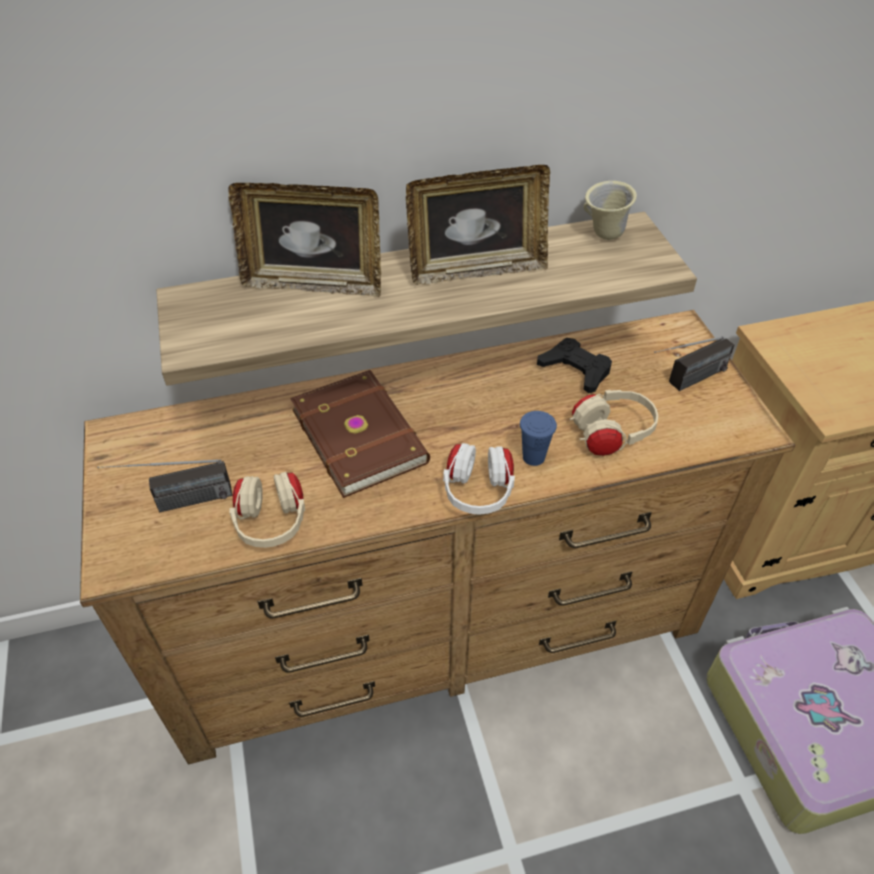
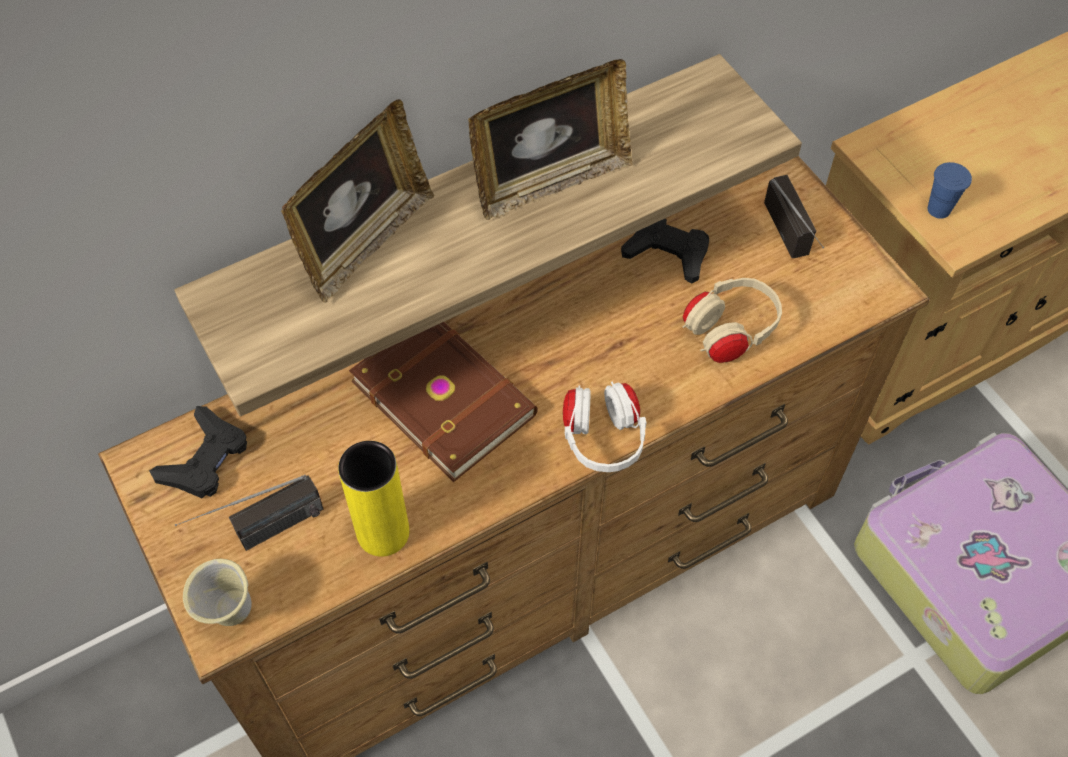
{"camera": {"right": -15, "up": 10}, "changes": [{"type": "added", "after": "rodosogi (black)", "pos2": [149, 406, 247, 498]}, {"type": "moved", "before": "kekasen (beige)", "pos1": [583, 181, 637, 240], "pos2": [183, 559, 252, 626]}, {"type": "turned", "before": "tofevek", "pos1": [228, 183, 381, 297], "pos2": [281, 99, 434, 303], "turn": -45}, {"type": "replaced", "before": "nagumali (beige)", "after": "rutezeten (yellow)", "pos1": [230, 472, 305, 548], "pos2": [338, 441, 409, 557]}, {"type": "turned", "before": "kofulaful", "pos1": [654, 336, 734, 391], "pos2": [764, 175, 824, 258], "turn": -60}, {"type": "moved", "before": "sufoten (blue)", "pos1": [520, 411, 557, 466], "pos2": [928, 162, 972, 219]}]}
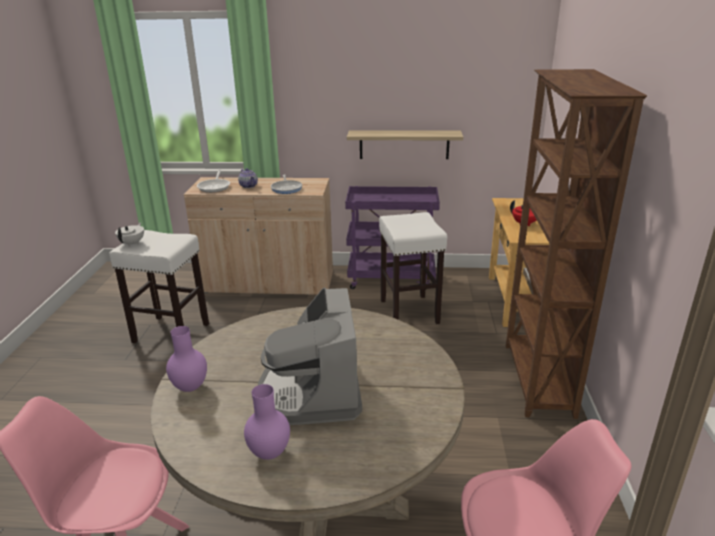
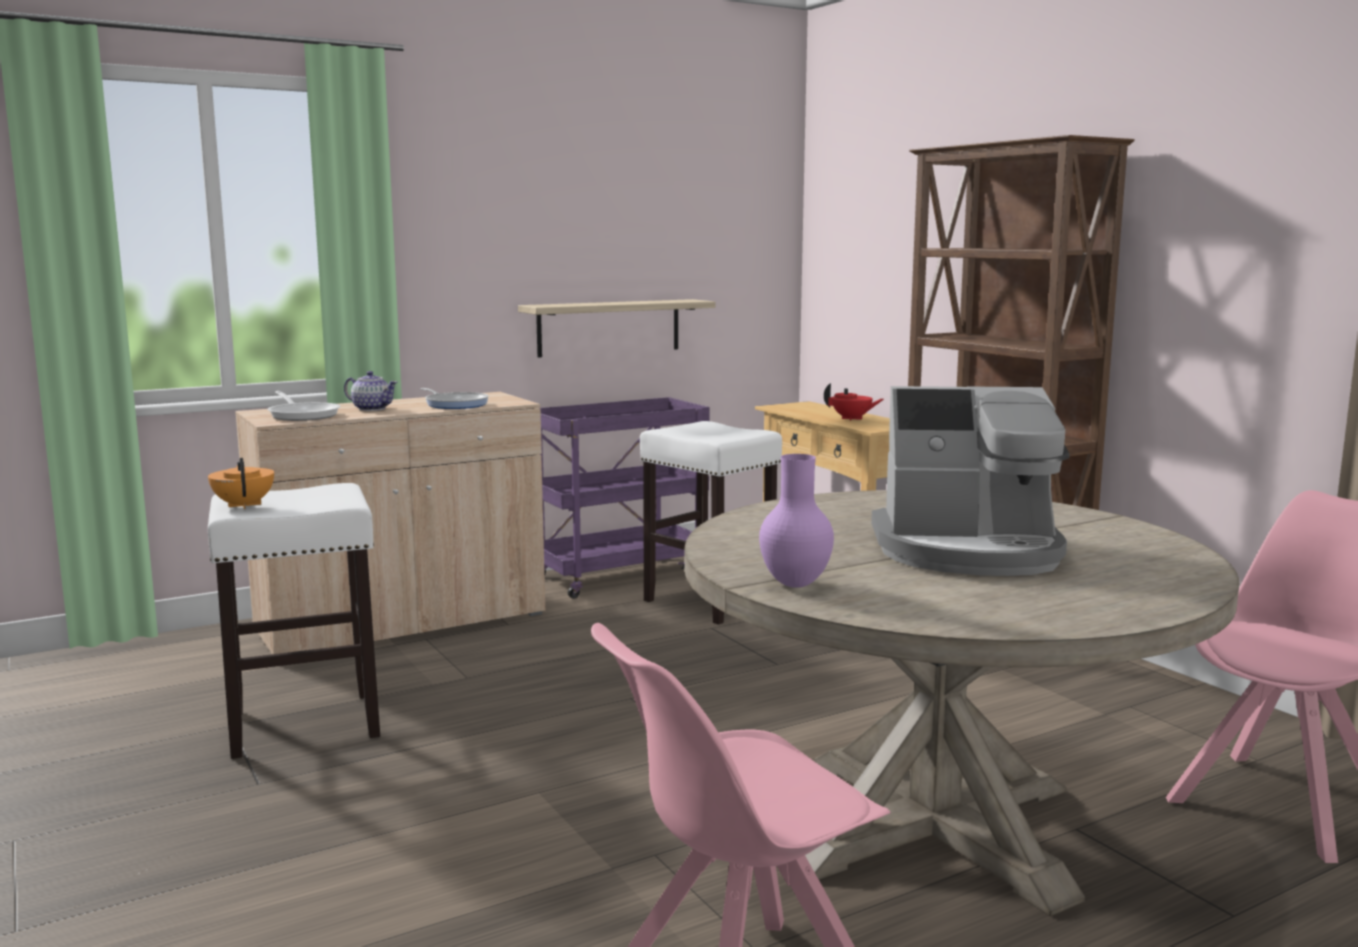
{"camera": {"right": -35, "up": -15}, "changes": [{"type": "recoloured", "before": "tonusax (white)", "after": "tonusax (orange)", "pos1": [115, 223, 144, 246], "pos2": [208, 458, 274, 509]}, {"type": "turned", "before": "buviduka", "pos1": [258, 288, 362, 425], "pos2": [871, 386, 1070, 576], "turn": -45}, {"type": "removed", "before": "rutezeten (purple)", "pos1": [244, 384, 290, 460]}]}
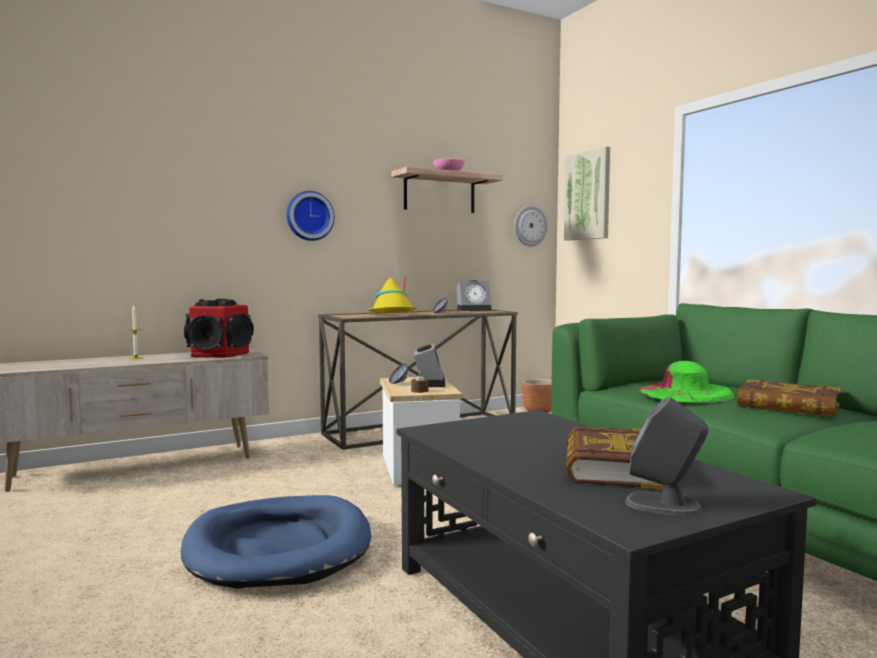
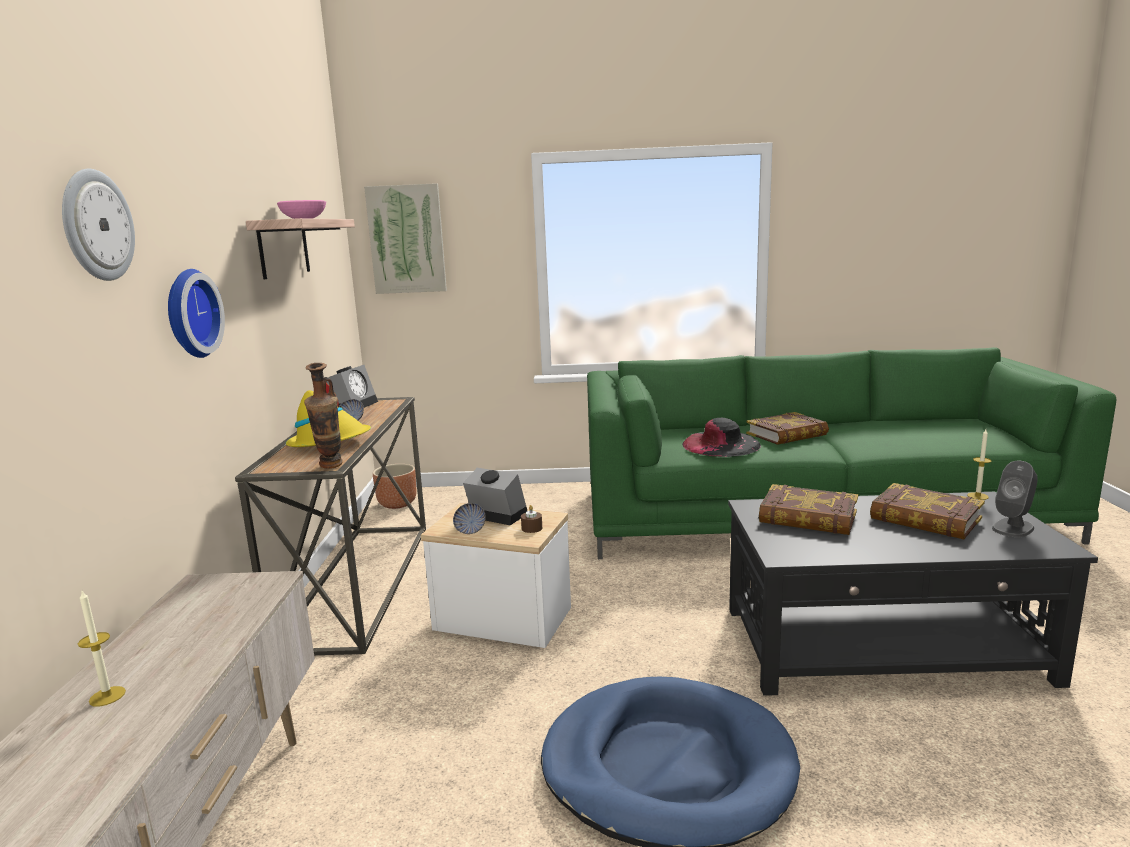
{"camera": {"right": -60, "up": 10}, "changes": [{"type": "moved", "before": "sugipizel", "pos1": [514, 205, 548, 247], "pos2": [62, 169, 135, 281]}, {"type": "added", "after": "rutezeten", "pos2": [304, 363, 343, 469]}, {"type": "recoloured", "before": "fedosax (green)", "after": "fedosax (black)", "pos1": [639, 361, 735, 403], "pos2": [682, 418, 761, 457]}, {"type": "added", "after": "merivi", "pos2": [759, 484, 858, 535]}, {"type": "added", "after": "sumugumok", "pos2": [967, 429, 992, 500]}, {"type": "removed", "before": "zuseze", "pos1": [184, 299, 254, 357]}]}
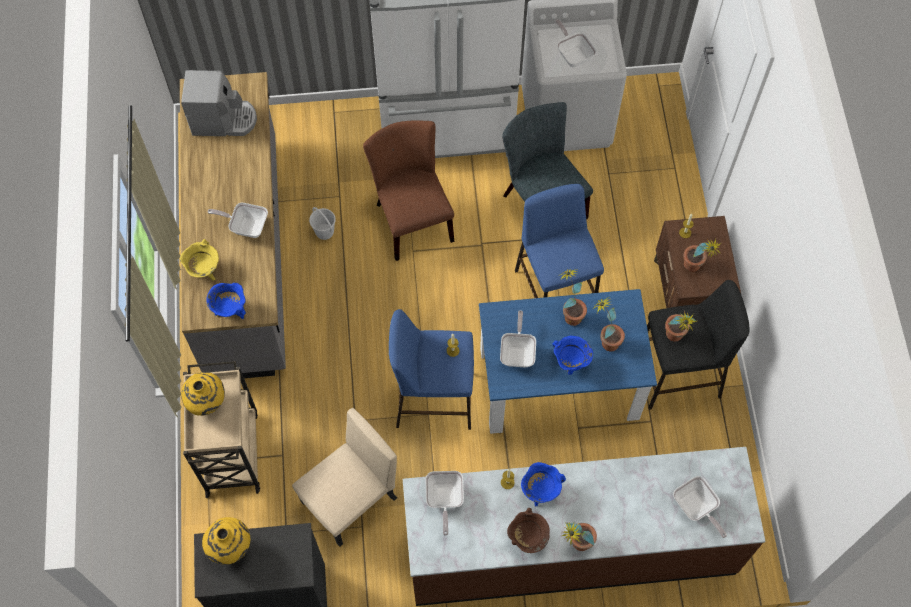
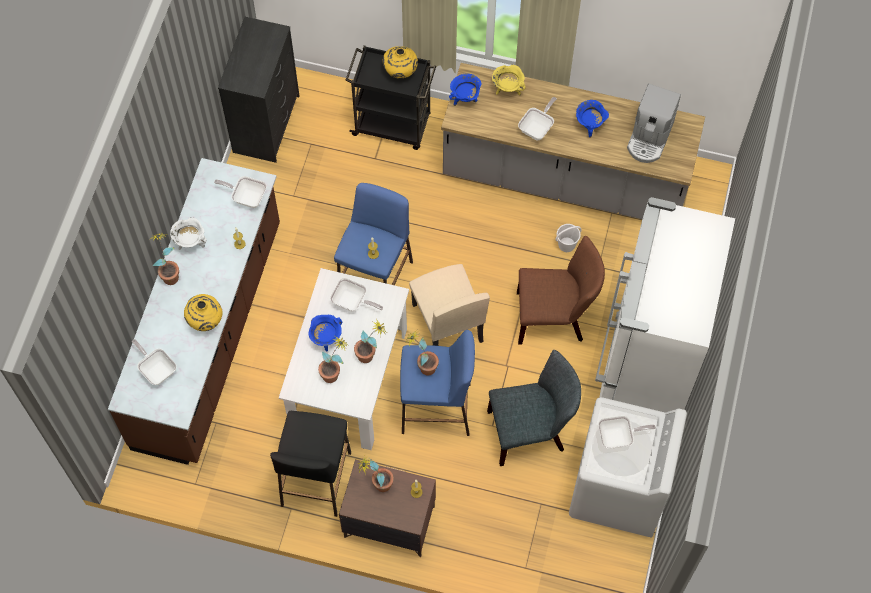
{"camera": {"right": 110, "up": 0}, "changes": [{"type": "turned", "before": "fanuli", "pos1": [673, 476, 727, 538], "pos2": [132, 339, 177, 385], "turn": 60}, {"type": "recoloured", "before": "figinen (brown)", "after": "figinen (white)", "pos1": [507, 508, 550, 553], "pos2": [170, 217, 207, 250]}, {"type": "moved", "before": "rutezeten (yellow)", "pos1": [202, 517, 250, 564], "pos2": [184, 294, 223, 331]}, {"type": "recoloured", "before": "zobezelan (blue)", "after": "zobezelan (white)", "pos1": [479, 289, 657, 434], "pos2": [279, 268, 409, 450]}, {"type": "recoloured", "before": "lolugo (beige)", "after": "lolugo (black)", "pos1": [183, 361, 260, 498], "pos2": [346, 46, 436, 150]}, {"type": "moved", "before": "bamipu", "pos1": [665, 310, 697, 341], "pos2": [404, 330, 439, 376]}, {"type": "moved", "before": "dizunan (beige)", "pos1": [292, 408, 397, 547], "pos2": [409, 264, 490, 346]}, {"type": "moved", "before": "figinen (blue)", "pos1": [521, 462, 566, 507], "pos2": [576, 100, 609, 138]}]}
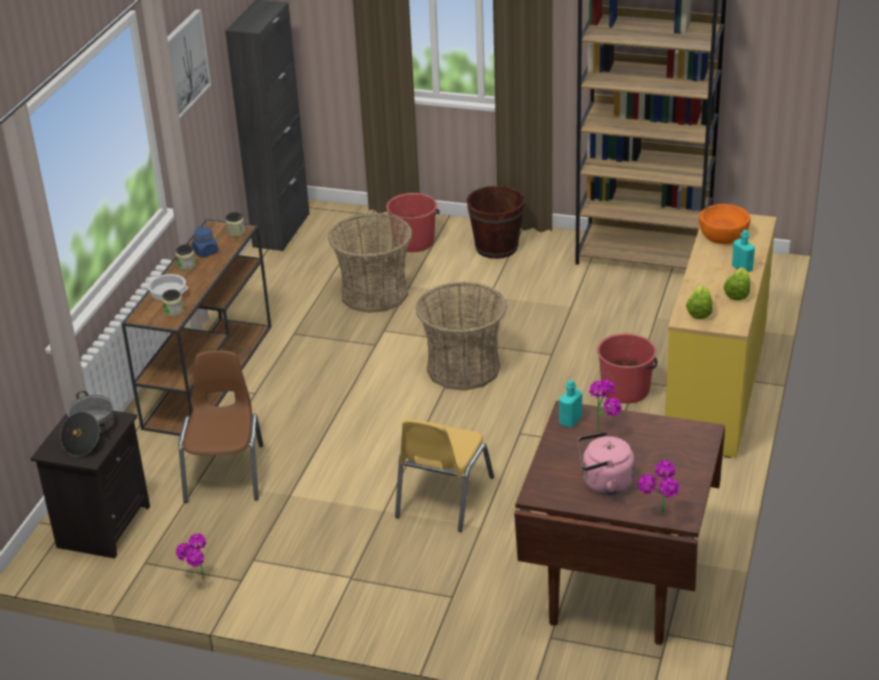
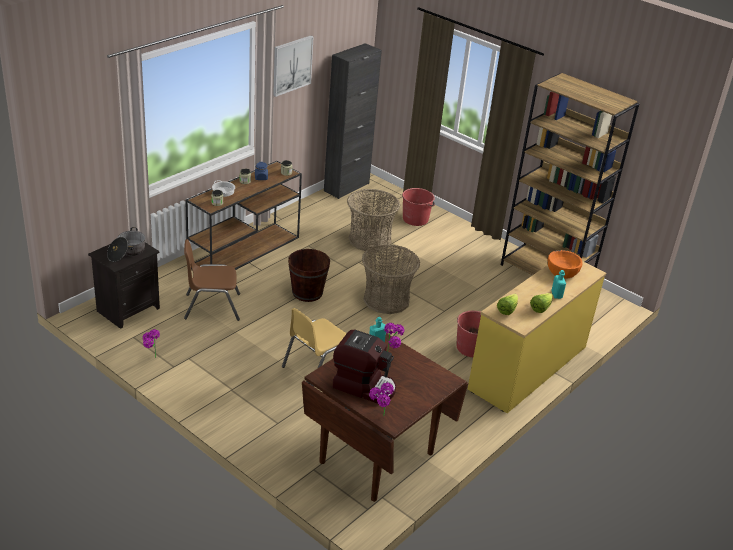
{"camera": {"right": 20, "up": 0}, "changes": [{"type": "turned", "before": "dizunan (brown)", "pos1": [179, 350, 263, 503], "pos2": [184, 239, 240, 321], "turn": -120}, {"type": "moved", "before": "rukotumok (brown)", "pos1": [466, 186, 525, 259], "pos2": [288, 249, 330, 302]}, {"type": "replaced", "before": "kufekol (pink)", "after": "buviduka", "pos1": [578, 432, 635, 495], "pos2": [333, 330, 396, 404]}]}
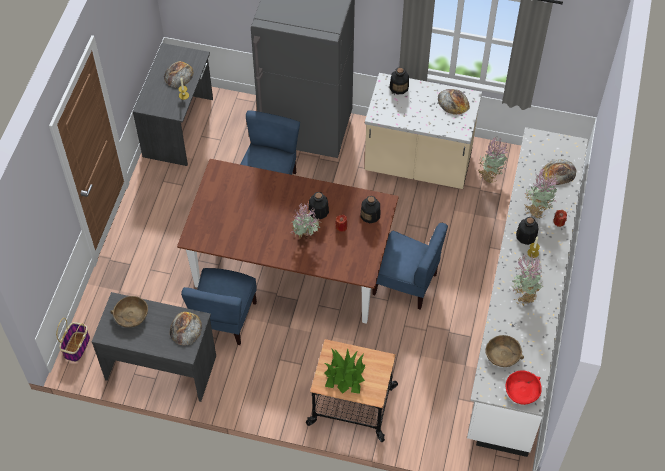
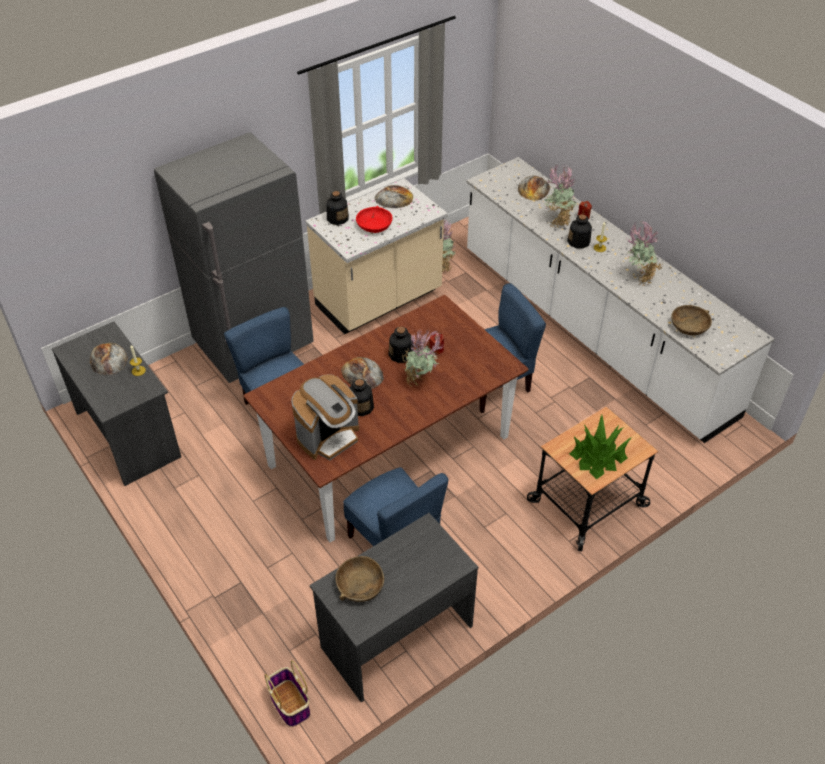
{"camera": {"right": -50, "up": -10}, "changes": [{"type": "added", "after": "buviduka", "pos2": [291, 375, 359, 460]}, {"type": "moved", "before": "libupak", "pos1": [170, 312, 202, 346], "pos2": [341, 357, 384, 389]}, {"type": "moved", "before": "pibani", "pos1": [360, 196, 380, 223], "pos2": [350, 379, 374, 416]}, {"type": "moved", "before": "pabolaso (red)", "pos1": [506, 370, 542, 405], "pos2": [356, 206, 393, 233]}]}
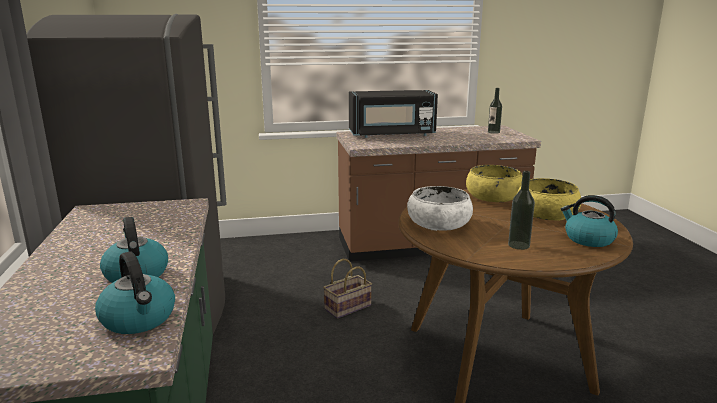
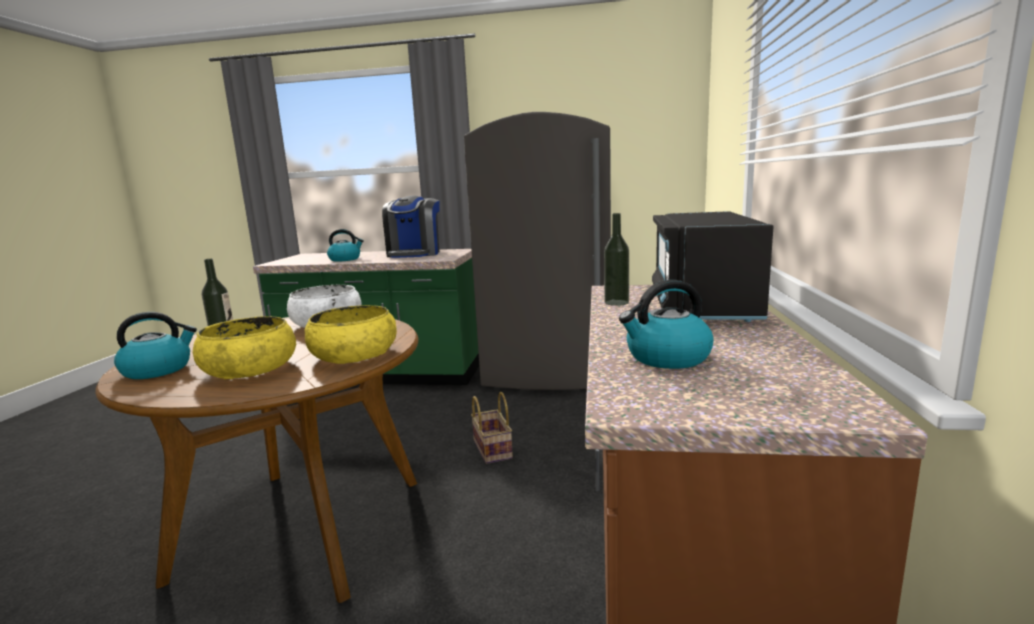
{"camera": {"right": 110, "up": -5}, "changes": [{"type": "added", "after": "buviduka", "pos2": [382, 196, 440, 258]}, {"type": "moved", "before": "pibani", "pos1": [488, 88, 502, 134], "pos2": [604, 213, 629, 306]}, {"type": "moved", "before": "kufekol", "pos1": [95, 251, 175, 334], "pos2": [619, 280, 713, 369]}]}
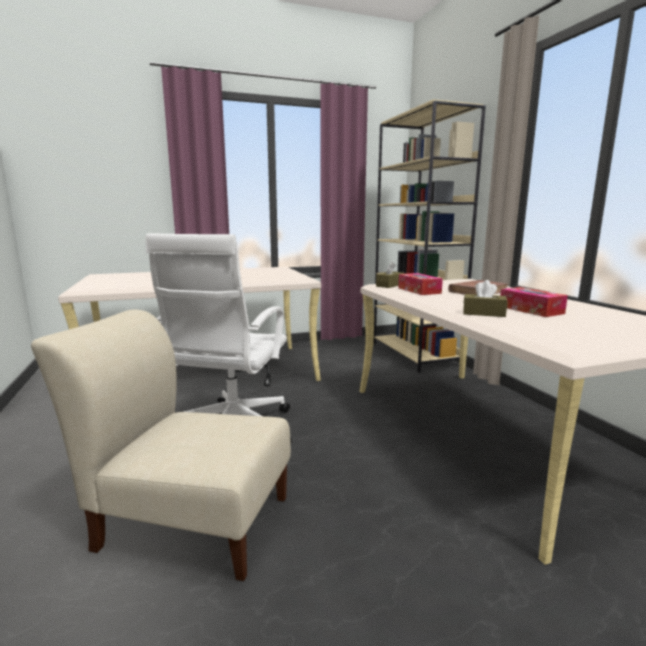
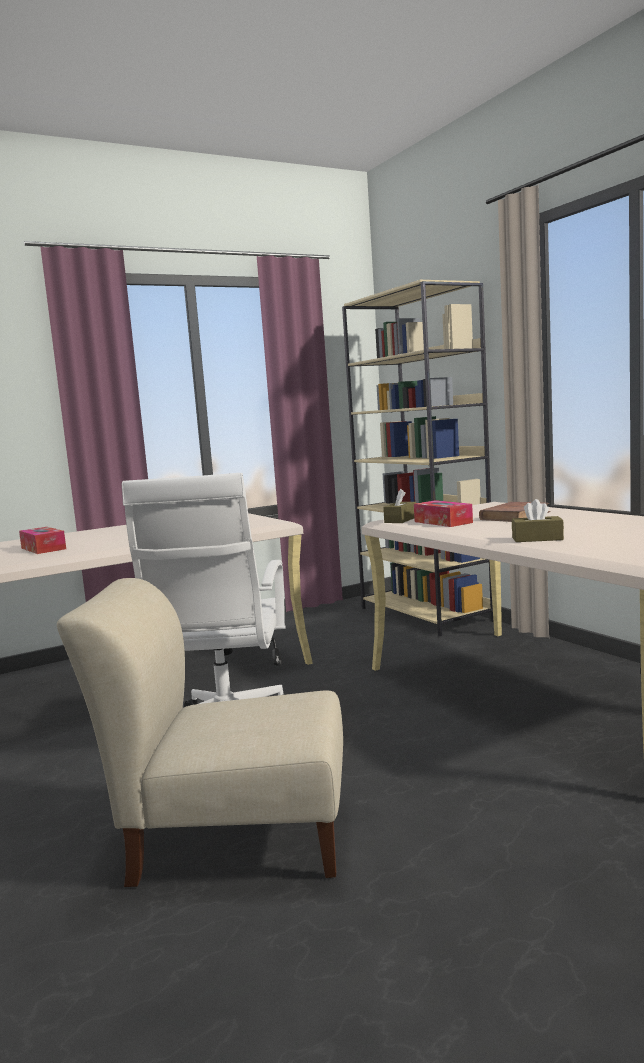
{"camera": {"right": -10, "up": -5}, "changes": [{"type": "moved", "before": "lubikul", "pos1": [500, 287, 568, 317], "pos2": [19, 527, 66, 554]}]}
